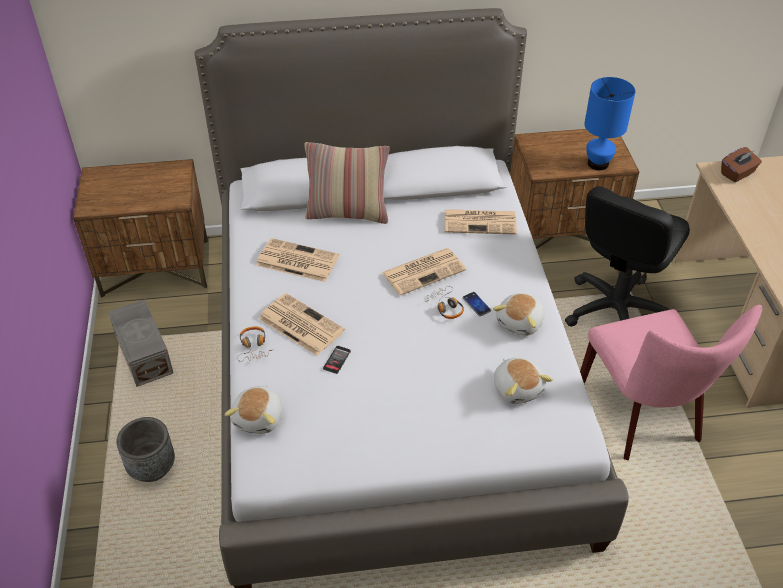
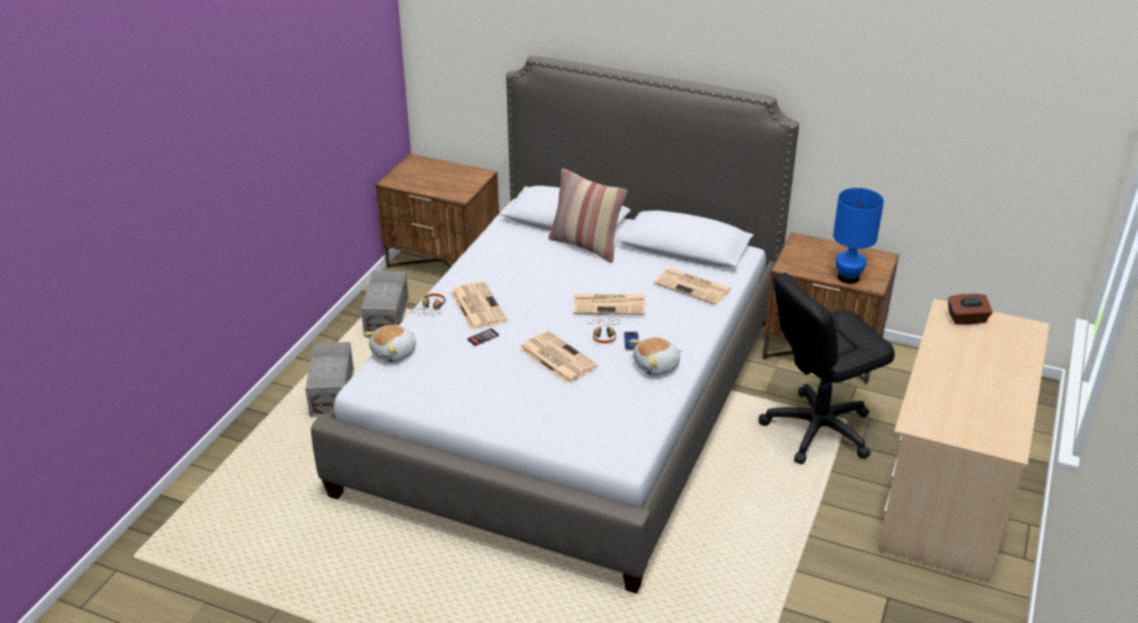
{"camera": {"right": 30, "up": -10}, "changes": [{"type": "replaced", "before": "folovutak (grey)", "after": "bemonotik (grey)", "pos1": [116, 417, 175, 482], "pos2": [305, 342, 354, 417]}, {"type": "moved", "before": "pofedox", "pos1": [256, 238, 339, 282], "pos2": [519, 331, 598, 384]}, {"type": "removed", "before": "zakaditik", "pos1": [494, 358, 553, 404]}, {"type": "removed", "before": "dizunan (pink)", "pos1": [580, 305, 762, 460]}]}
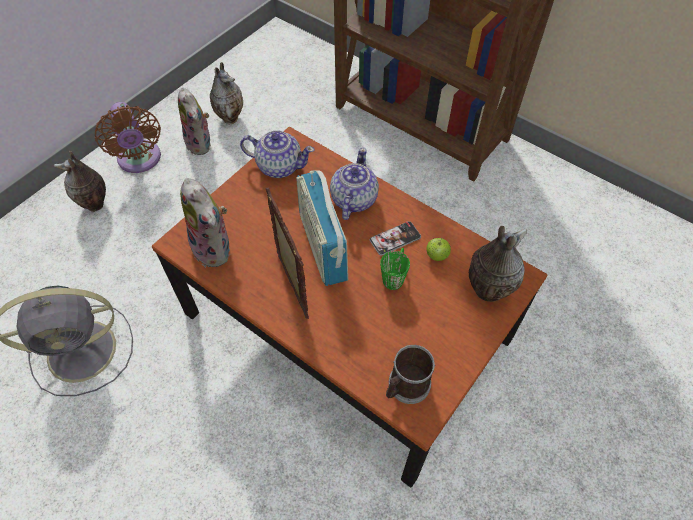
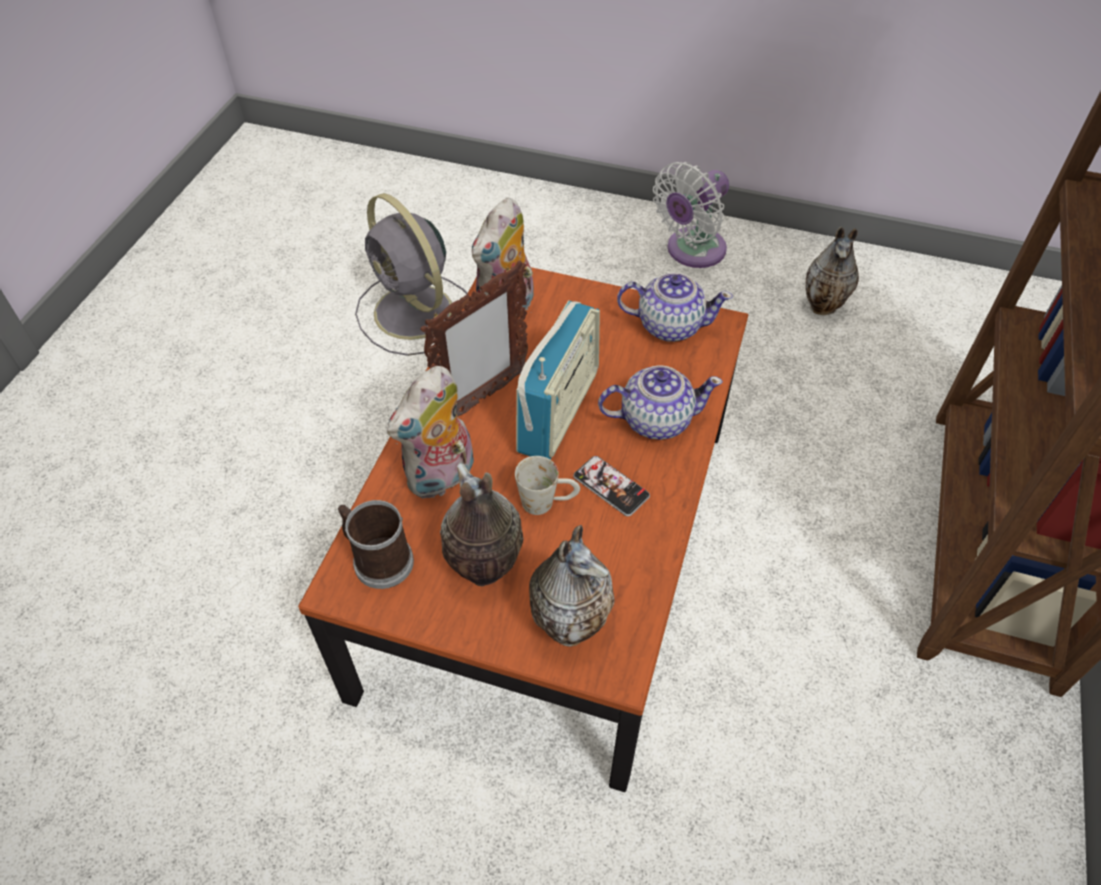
{"camera": {"right": 70, "up": -5}, "changes": [{"type": "moved", "before": "zakaditik", "pos1": [178, 88, 211, 155], "pos2": [387, 366, 474, 499]}, {"type": "moved", "before": "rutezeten", "pos1": [54, 151, 106, 212], "pos2": [440, 463, 523, 586]}, {"type": "recoloured", "before": "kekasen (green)", "after": "kekasen (white)", "pos1": [380, 248, 410, 290], "pos2": [515, 456, 580, 515]}, {"type": "turned", "before": "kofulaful", "pos1": [296, 170, 348, 286], "pos2": [516, 300, 600, 460], "turn": 150}, {"type": "turned", "before": "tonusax", "pos1": [240, 130, 315, 178], "pos2": [617, 273, 733, 342], "turn": -75}, {"type": "recoloured", "before": "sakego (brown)", "after": "sakego (white)", "pos1": [95, 102, 161, 173], "pos2": [653, 162, 729, 268]}, {"type": "removed", "before": "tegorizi", "pos1": [426, 238, 451, 261]}]}
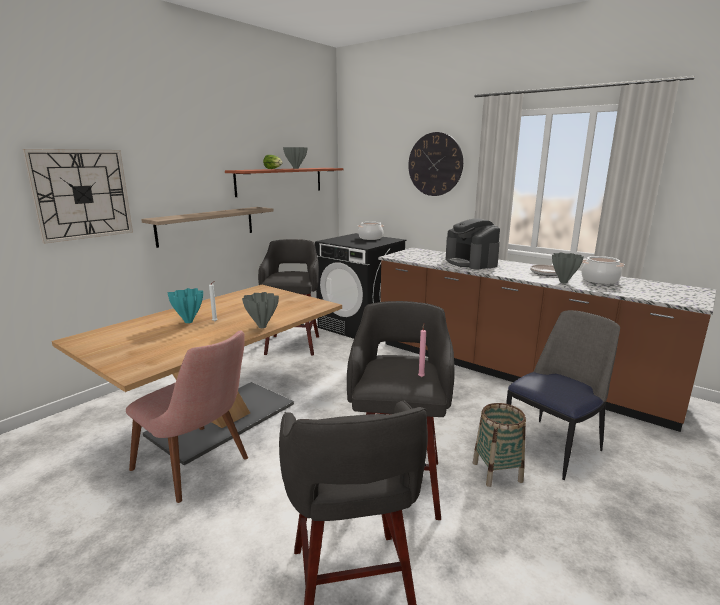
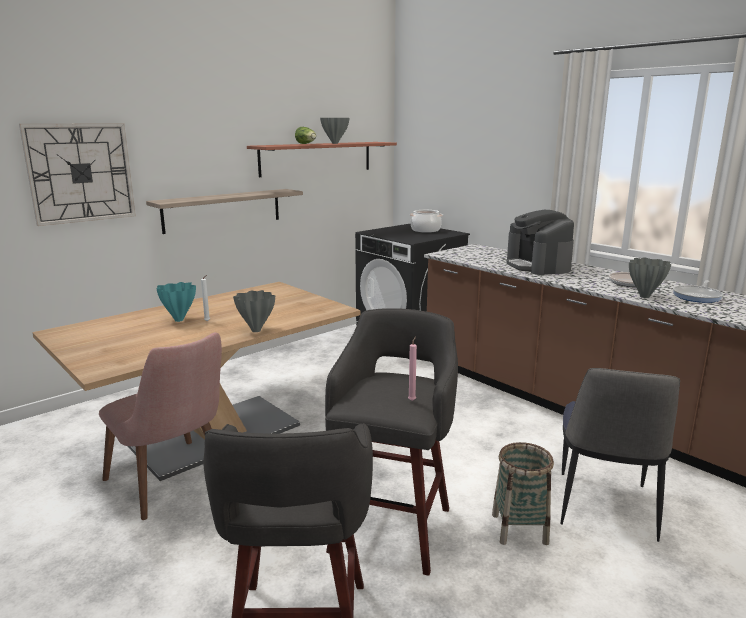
{"camera": {"right": 10, "up": 0}, "changes": [{"type": "turned", "before": "dizunan", "pos1": [506, 310, 620, 480], "pos2": [561, 368, 680, 542], "turn": 135}, {"type": "replaced", "before": "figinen", "after": "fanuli", "pos1": [581, 256, 625, 284], "pos2": [673, 280, 724, 303]}, {"type": "removed", "before": "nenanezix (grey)", "pos1": [258, 239, 319, 355]}, {"type": "removed", "before": "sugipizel", "pos1": [408, 132, 463, 196]}]}
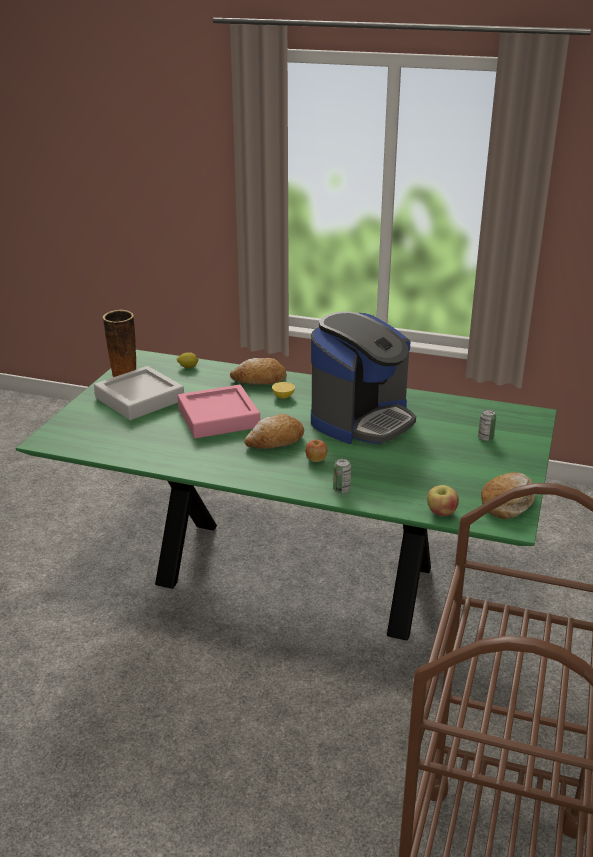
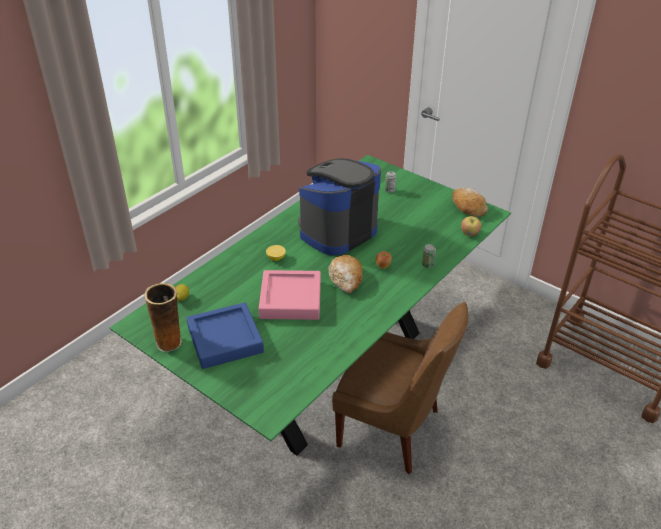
{"camera": {"right": -70, "up": 10}, "changes": [{"type": "recoloured", "before": "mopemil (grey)", "after": "mopemil (blue)", "pos1": [94, 366, 184, 420], "pos2": [186, 302, 264, 369]}, {"type": "turned", "before": "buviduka", "pos1": [311, 311, 416, 444], "pos2": [298, 159, 381, 255], "turn": -105}, {"type": "added", "after": "dizunan (brown)", "pos2": [332, 302, 468, 474]}, {"type": "removed", "before": "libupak", "pos1": [230, 358, 287, 385]}]}
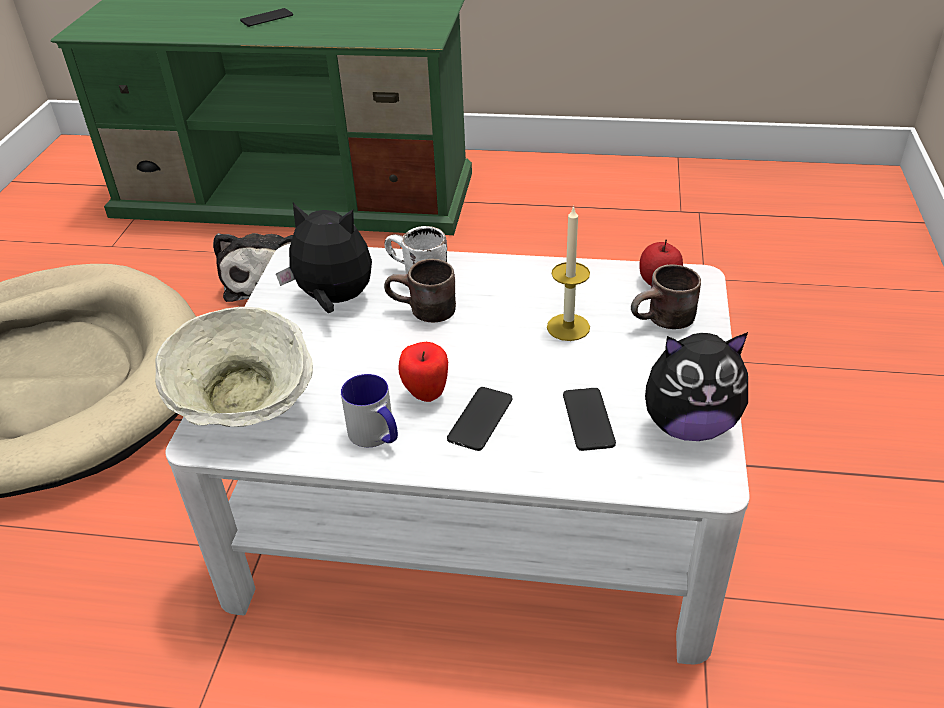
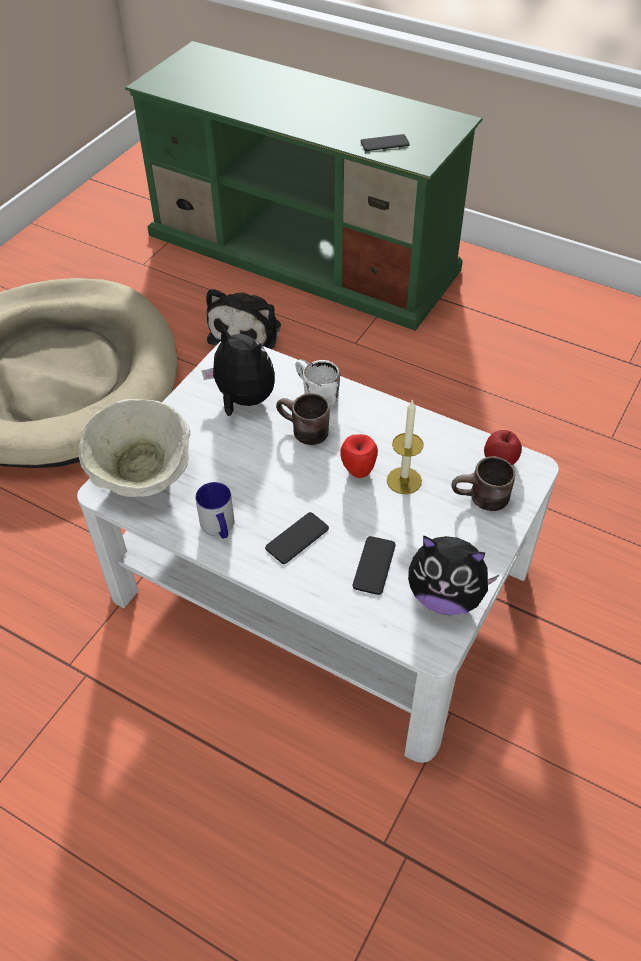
{"camera": {"right": 20, "up": 10}, "changes": [{"type": "moved", "before": "tegorizi", "pos1": [398, 342, 448, 402], "pos2": [341, 434, 378, 478]}, {"type": "moved", "before": "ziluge", "pos1": [240, 8, 293, 27], "pos2": [361, 134, 410, 151]}]}
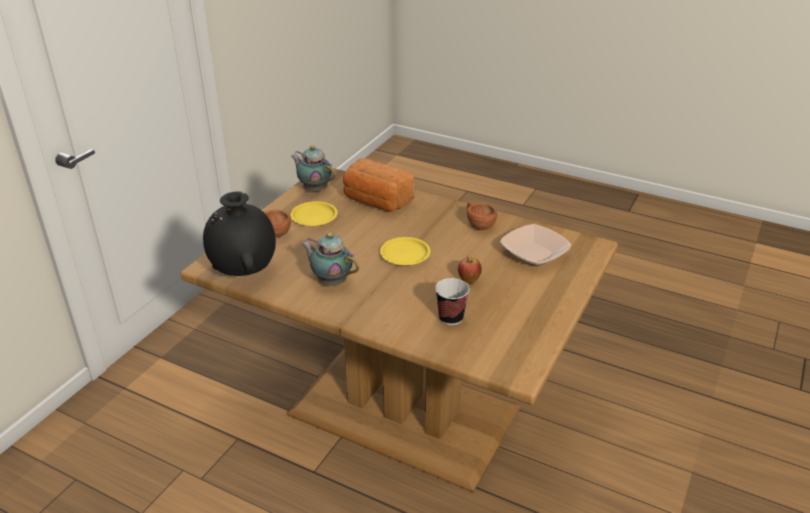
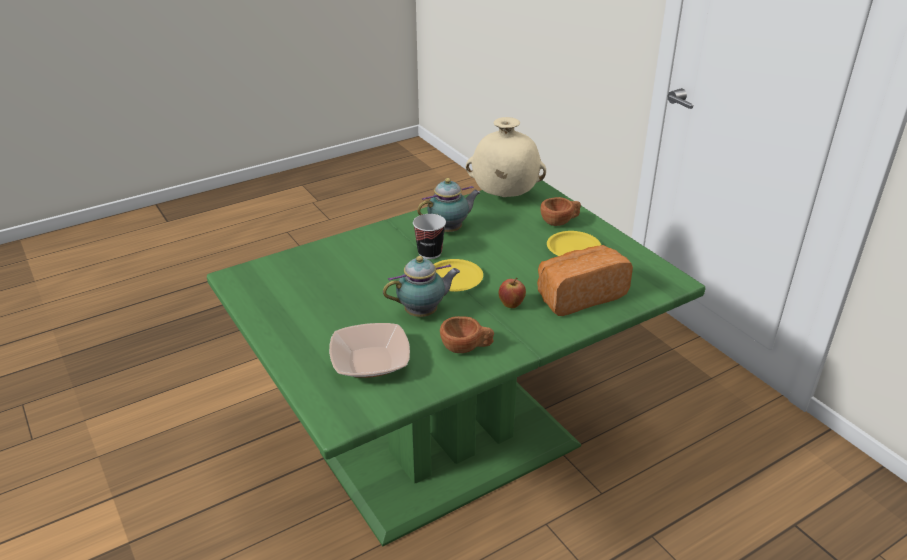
{"camera": {"right": 120, "up": 0}, "changes": [{"type": "recoloured", "before": "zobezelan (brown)", "after": "zobezelan (green)", "pos1": [180, 168, 618, 492], "pos2": [207, 180, 706, 546]}, {"type": "moved", "before": "tonusax", "pos1": [291, 145, 336, 192], "pos2": [383, 256, 460, 317]}, {"type": "moved", "before": "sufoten", "pos1": [435, 278, 470, 325], "pos2": [413, 214, 446, 259]}, {"type": "recoloured", "before": "rutezeten (black)", "after": "rutezeten (beige)", "pos1": [203, 192, 276, 276], "pos2": [466, 117, 546, 197]}, {"type": "moved", "before": "tegorizi", "pos1": [458, 255, 482, 283], "pos2": [498, 278, 526, 308]}]}
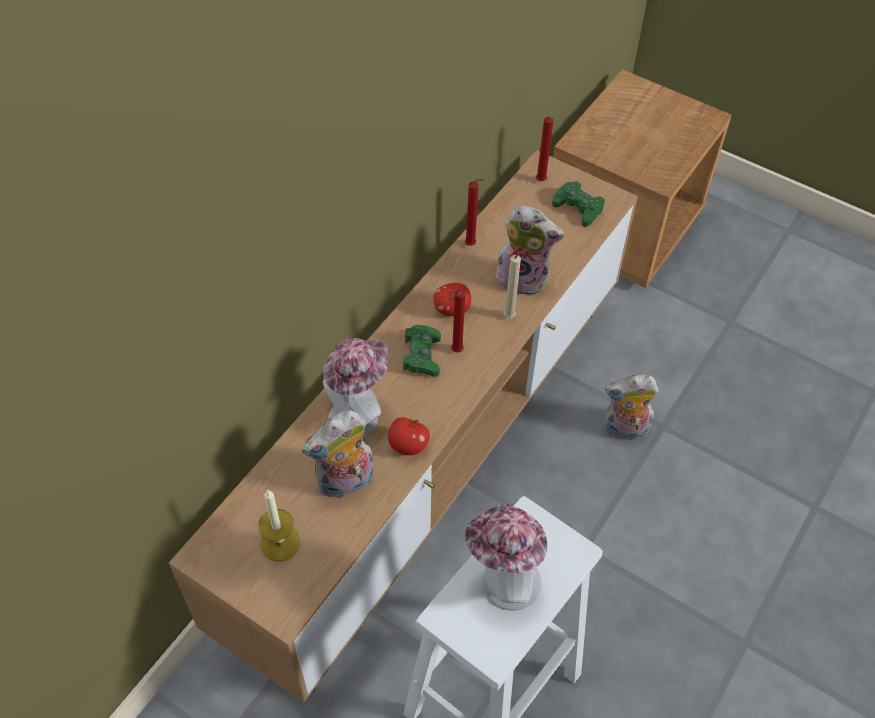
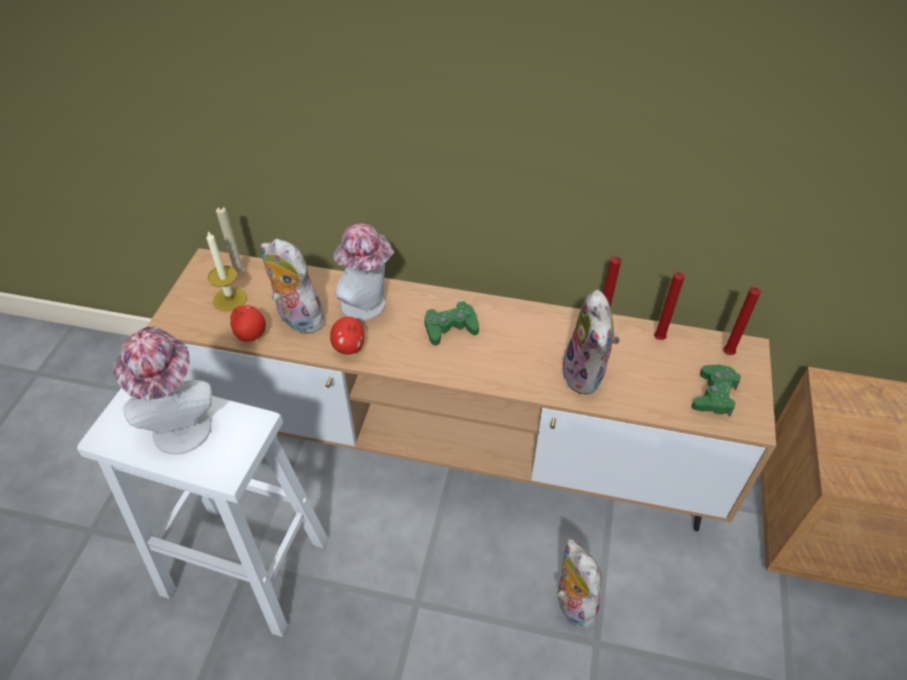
{"camera": {"right": 70, "up": -5}, "changes": [{"type": "moved", "before": "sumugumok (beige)", "pos1": [504, 250, 527, 318], "pos2": [216, 206, 244, 274]}, {"type": "moved", "before": "tegorizi", "pos1": [433, 283, 471, 316], "pos2": [230, 305, 266, 342]}, {"type": "moved", "before": "sumugumok (red)", "pos1": [451, 289, 465, 352], "pos2": [654, 269, 685, 340]}]}
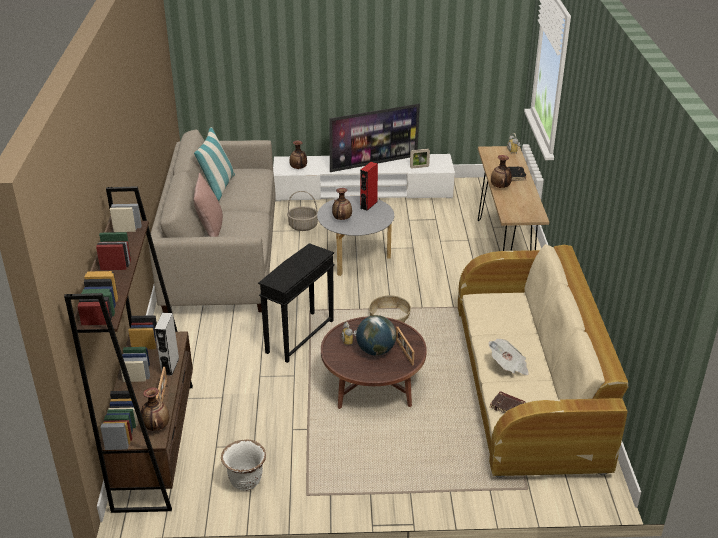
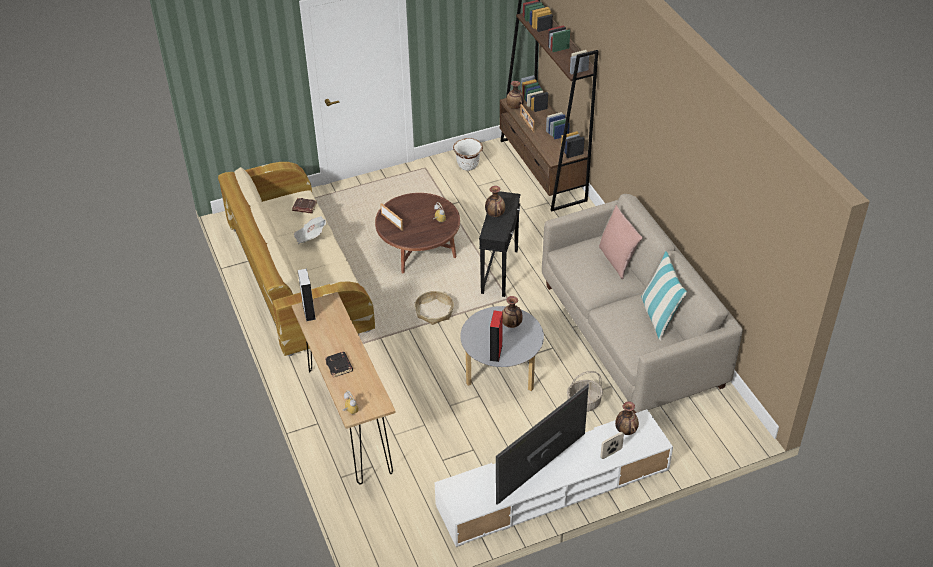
{"camera": {"right": 160, "up": 10}, "changes": [{"type": "moved", "before": "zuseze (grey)", "pos1": [155, 313, 179, 376], "pos2": [298, 269, 316, 321]}, {"type": "moved", "before": "rutezeten", "pos1": [491, 155, 512, 188], "pos2": [485, 186, 505, 217]}, {"type": "moved", "before": "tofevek", "pos1": [410, 149, 430, 169], "pos2": [600, 432, 624, 459]}, {"type": "removed", "before": "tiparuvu", "pos1": [356, 315, 396, 356]}]}
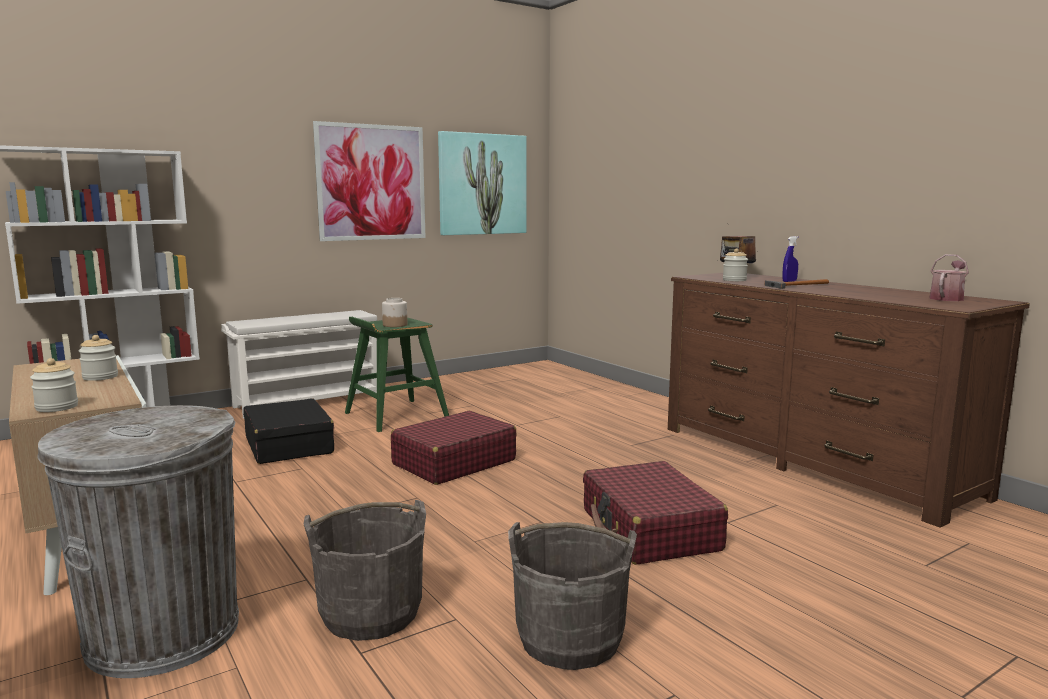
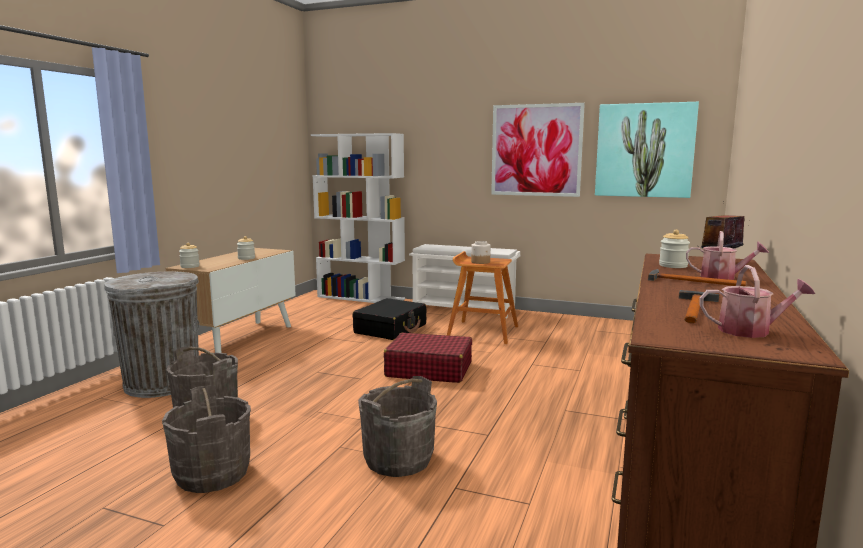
{"camera": {"right": 55, "up": 0}, "changes": [{"type": "replaced", "before": "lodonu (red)", "after": "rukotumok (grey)", "pos1": [583, 461, 728, 565], "pos2": [358, 376, 437, 477]}, {"type": "recoloured", "before": "nenanezix (green)", "after": "nenanezix (brown)", "pos1": [345, 317, 449, 432], "pos2": [447, 251, 518, 344]}, {"type": "added", "after": "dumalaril", "pos2": [679, 290, 719, 323]}, {"type": "replaced", "before": "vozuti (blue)", "after": "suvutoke", "pos1": [782, 236, 798, 282], "pos2": [686, 231, 769, 280]}]}
